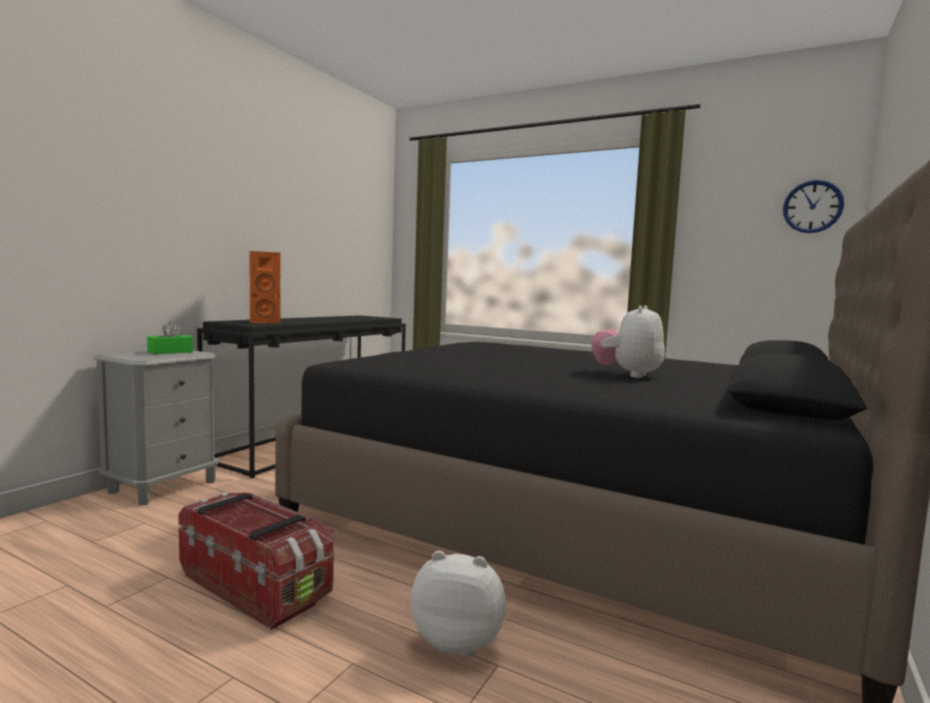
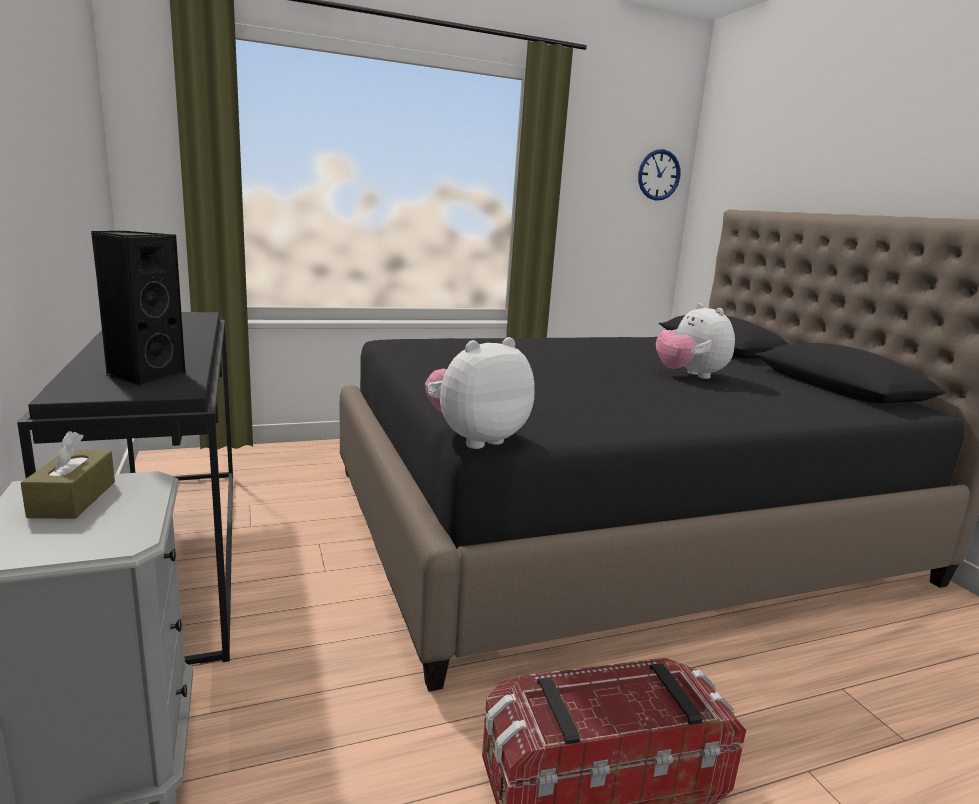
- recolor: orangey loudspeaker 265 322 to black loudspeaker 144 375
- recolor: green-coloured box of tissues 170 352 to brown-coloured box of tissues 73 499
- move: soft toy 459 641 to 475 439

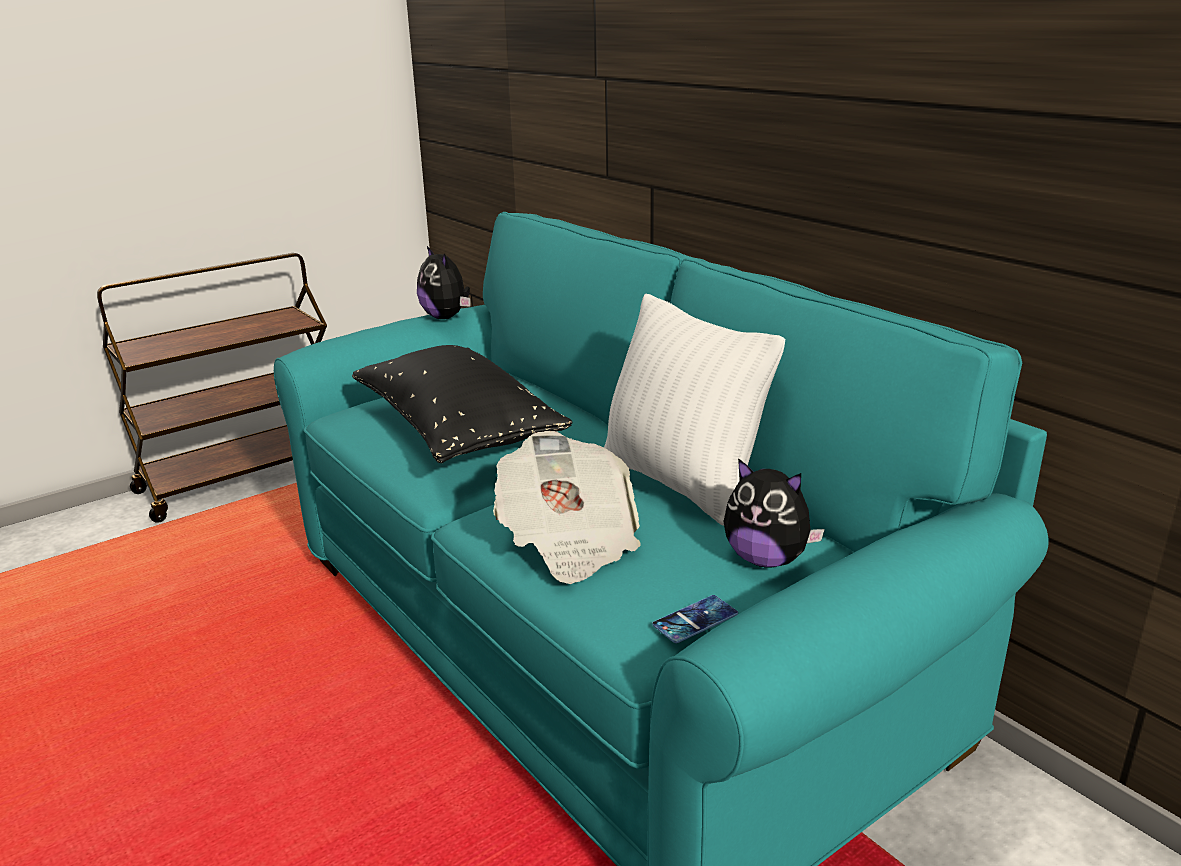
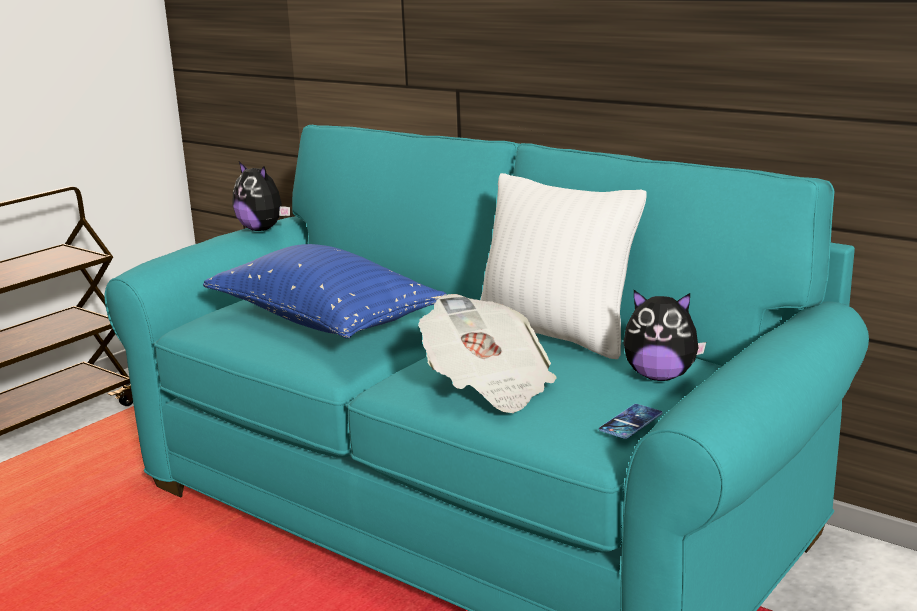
- recolor: black pillow 457 431 to bluish pillow 324 322

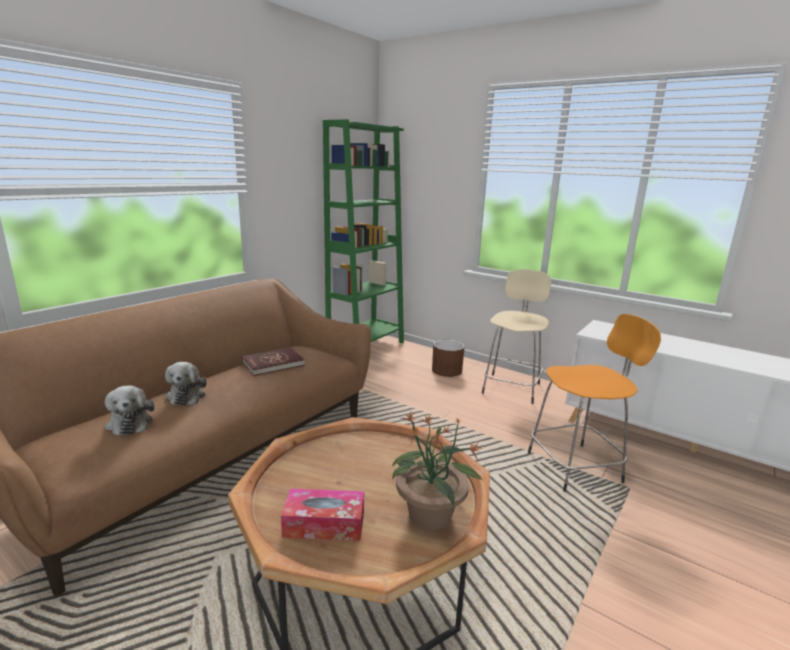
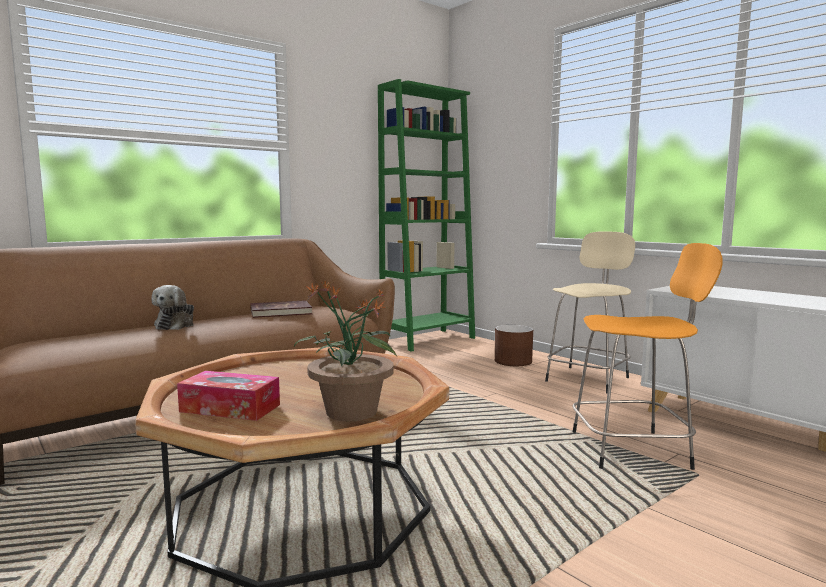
- delete: soft toy 130 422

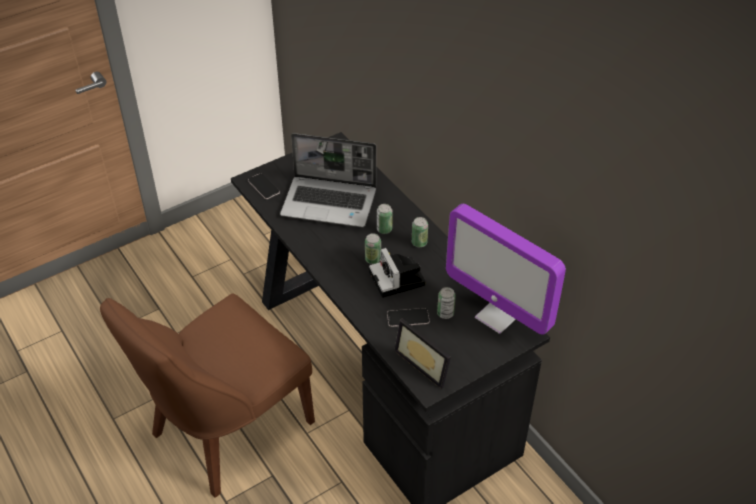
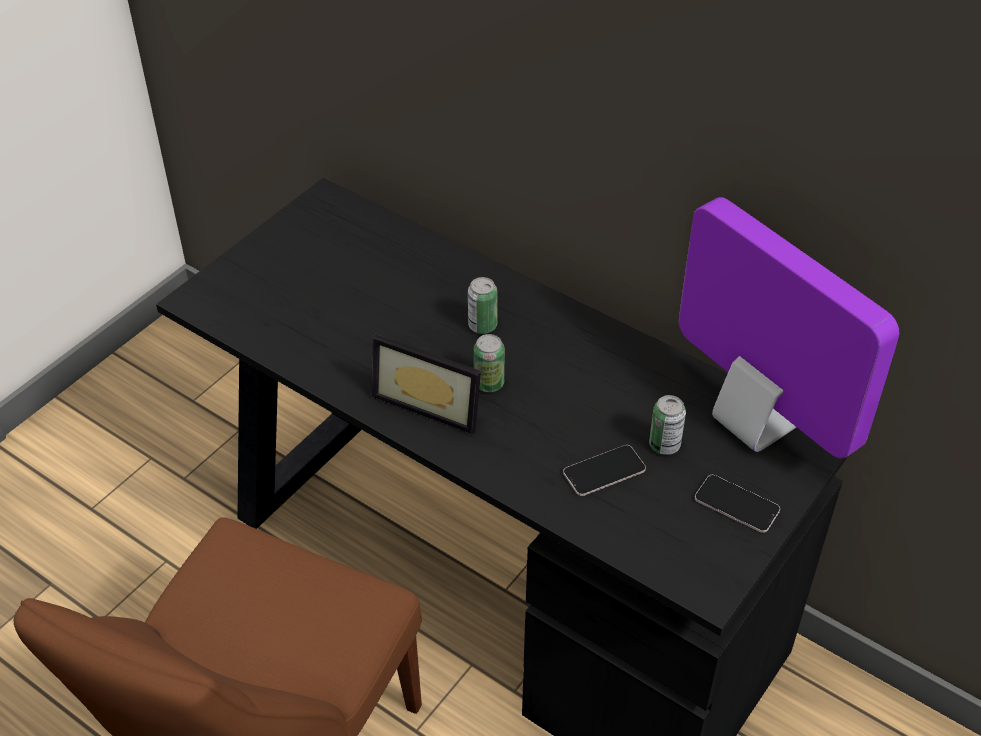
- delete: laptop 330 202
- move: telephone 263 186 to 736 504
- rotate: computer display 498 316 = 754 424 150 degrees counterclockwise
- delete: can 419 243
- delete: photo camera 398 280
- move: standing frame 425 362 to 431 401

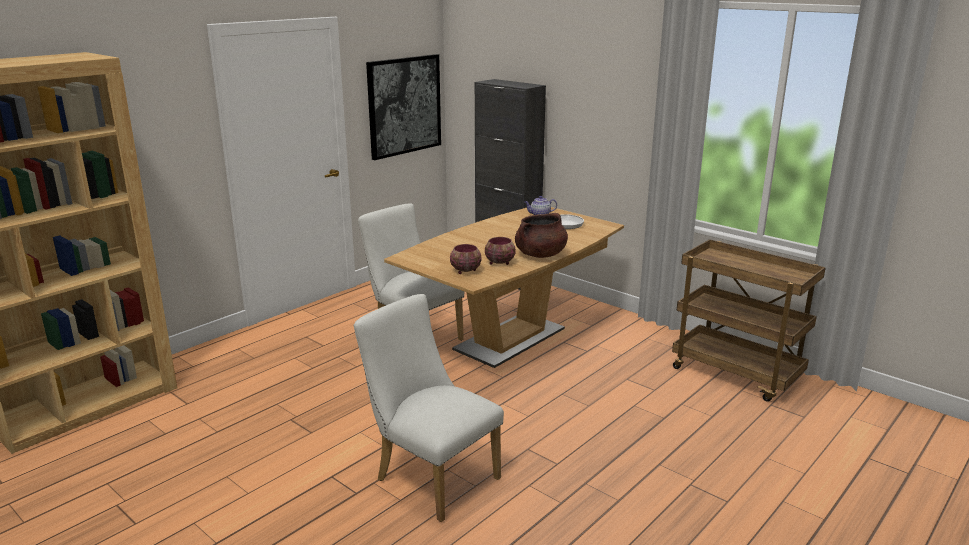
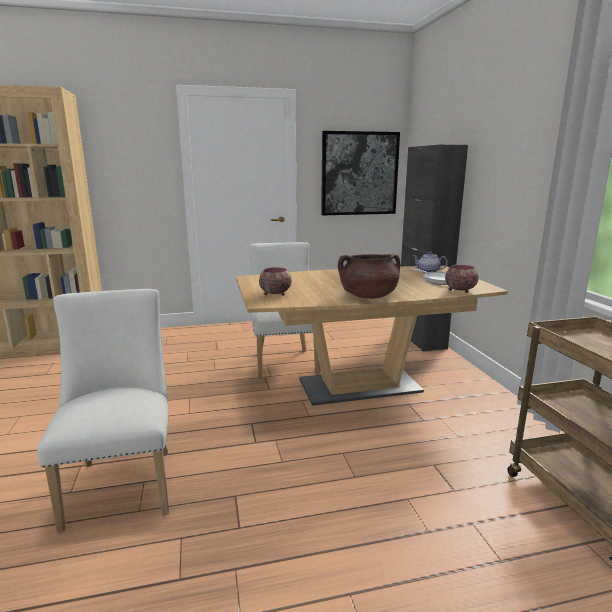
- move: bowl 499 262 to 460 290

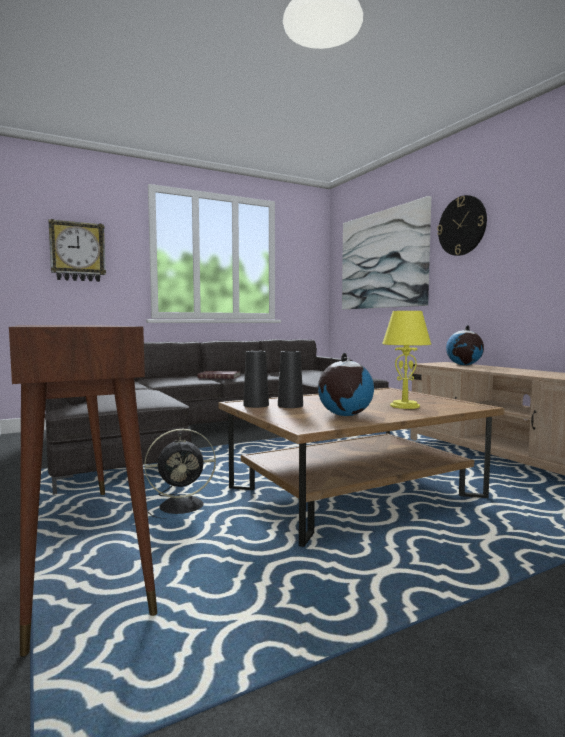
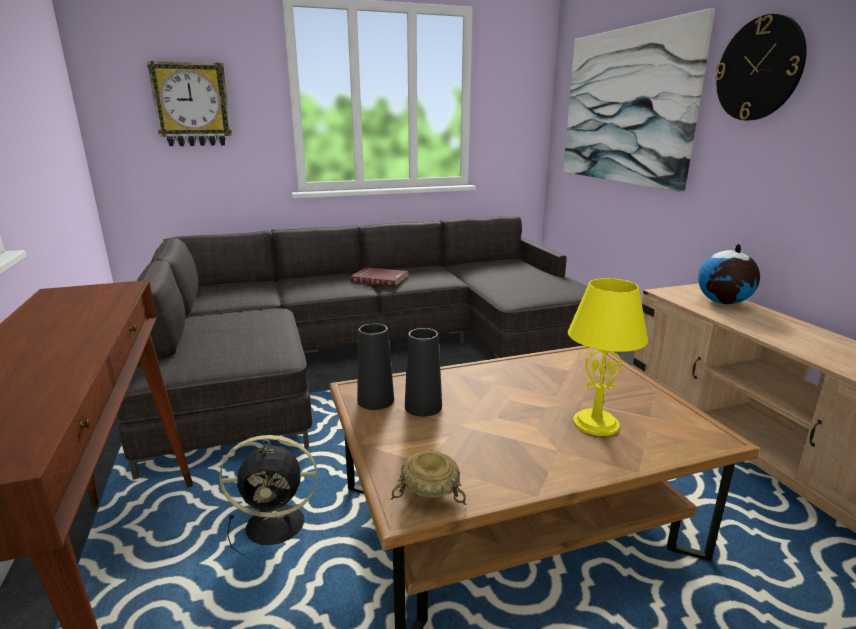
- delete: globe 344 415
- insert: beige bowl 428 491

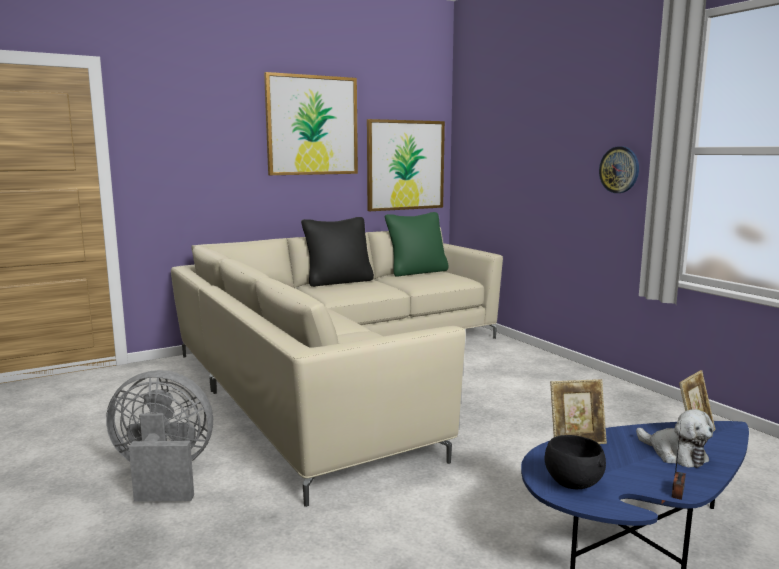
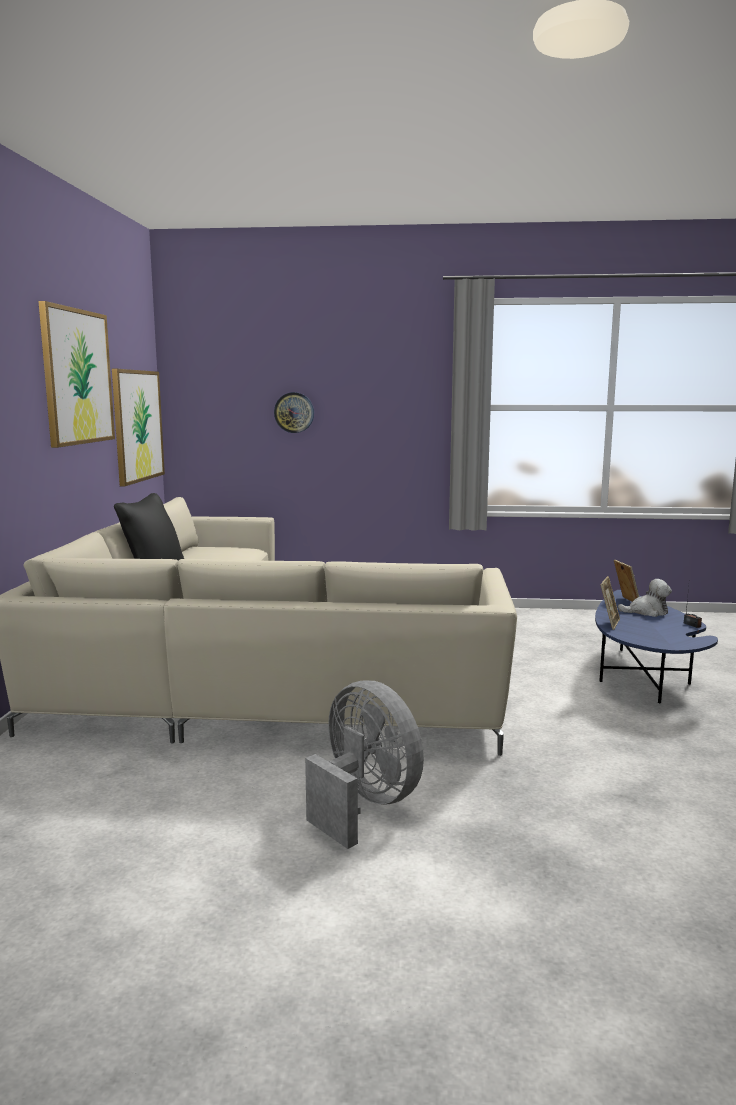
- move: hanging clock 619 169 to 294 412
- delete: green-coloured pillow 417 272
- rotate: grey electric fan 163 475 = 364 805 105 degrees clockwise
- delete: black bowl 572 483

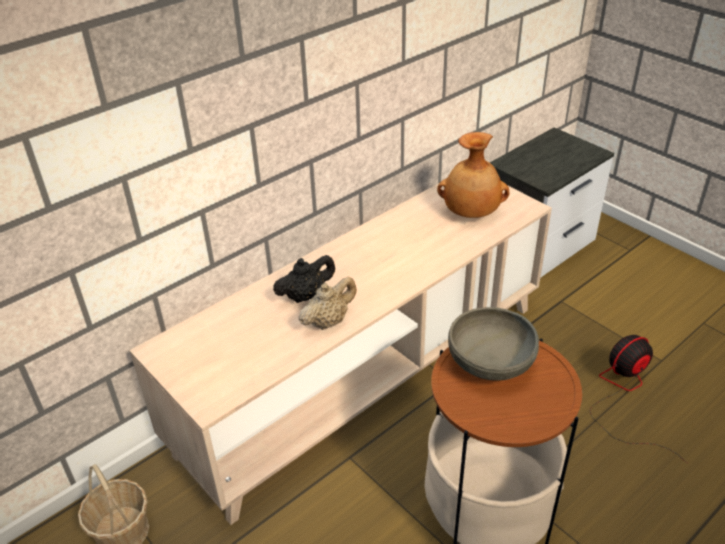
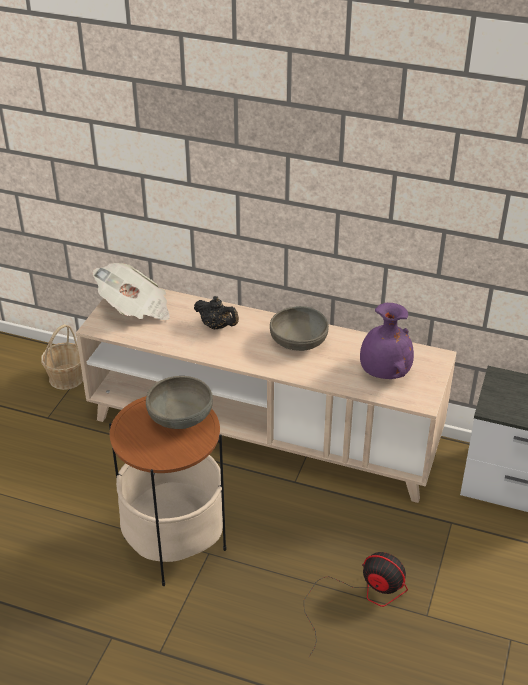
- recolor: brown-coloured vase 471 213 to purple vase 384 372
- delete: beige tea pot 328 321
- insert: daily paper 135 309
- insert: grey bowl 298 342

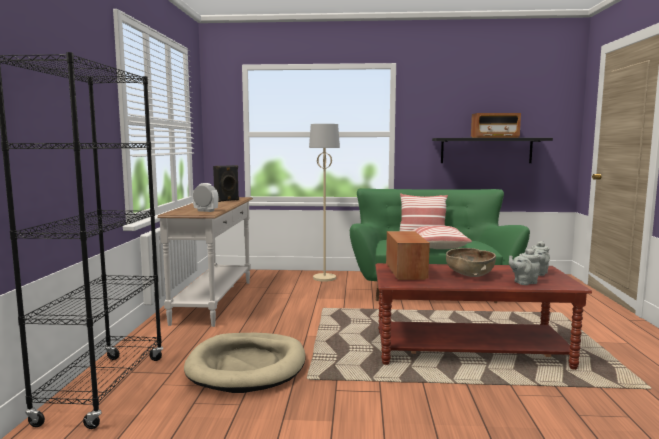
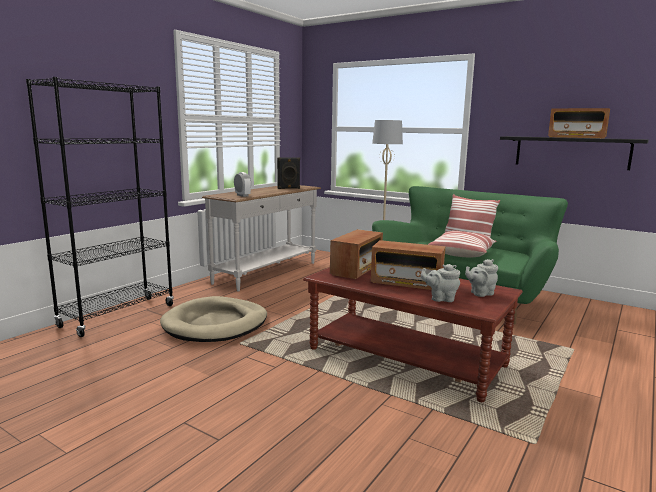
- replace: brown-coloured bowl 470 275 to radio 406 282

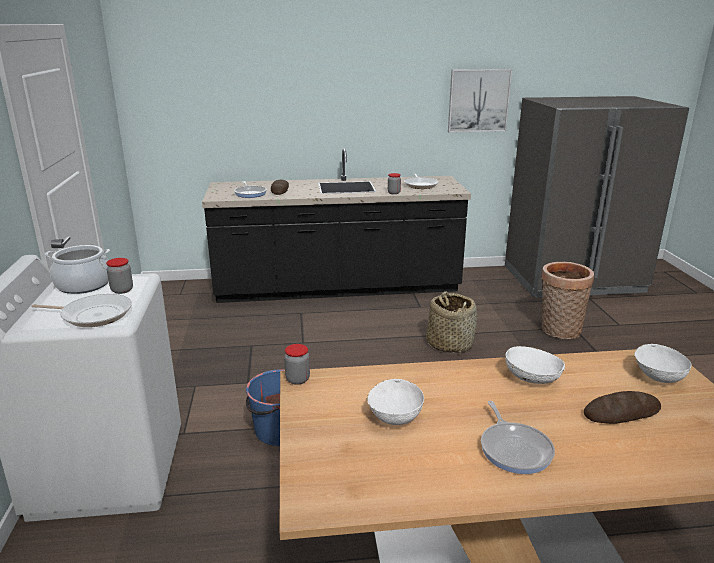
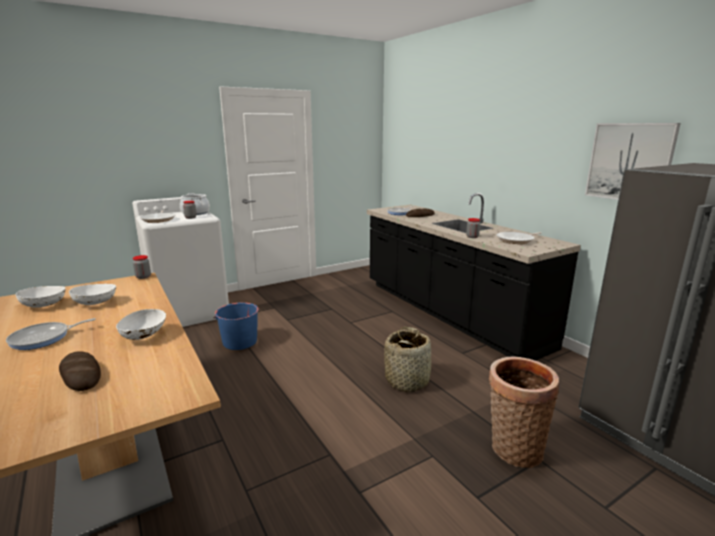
- move: white-coloured bowl 657 376 to 44 305

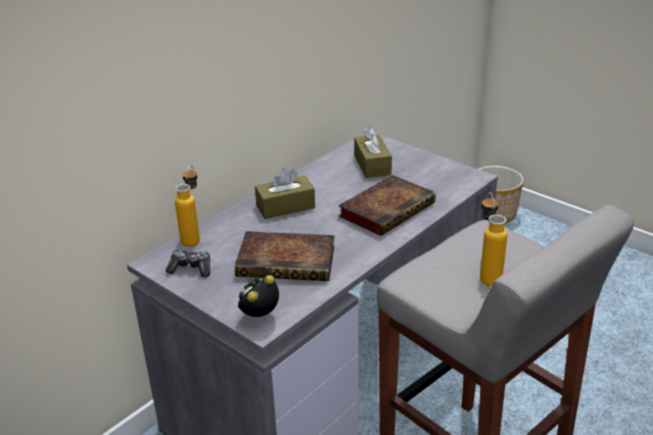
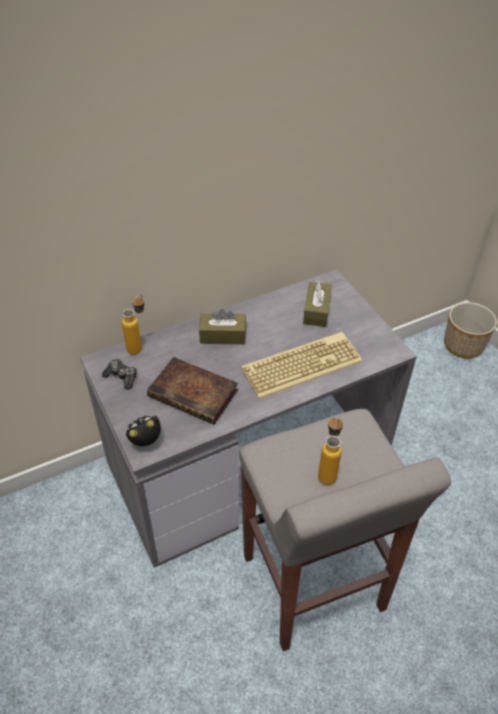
- replace: bound book 387 209 to keyboard 302 364

